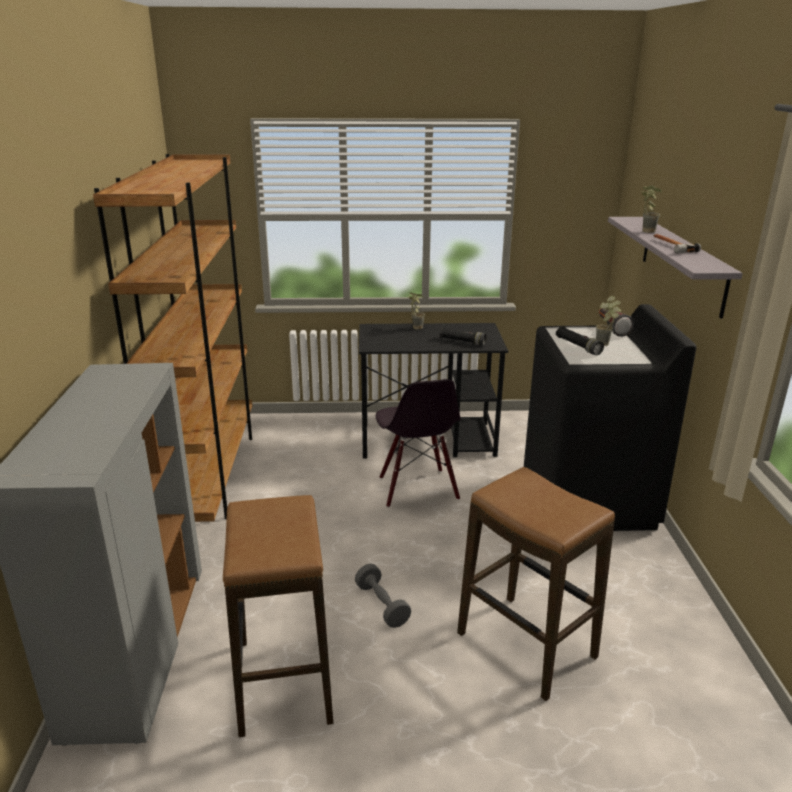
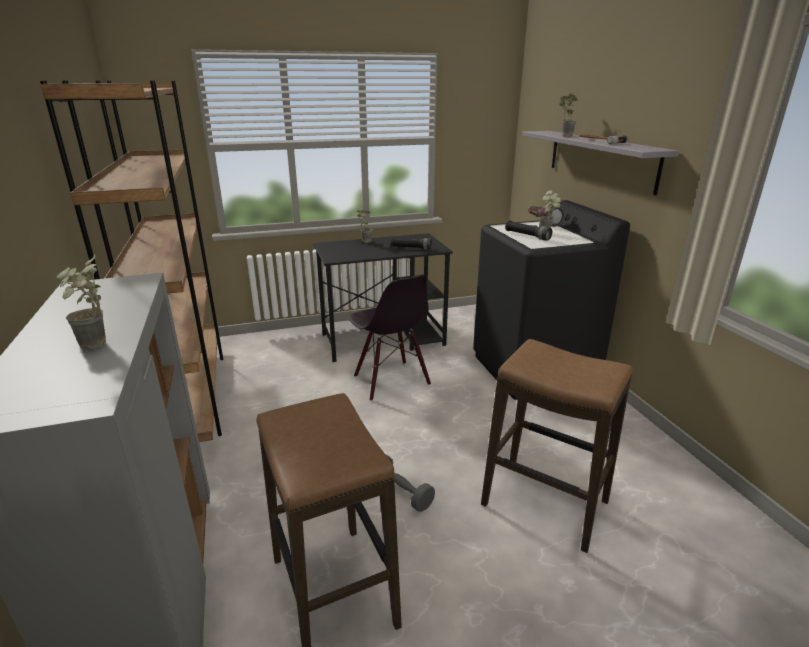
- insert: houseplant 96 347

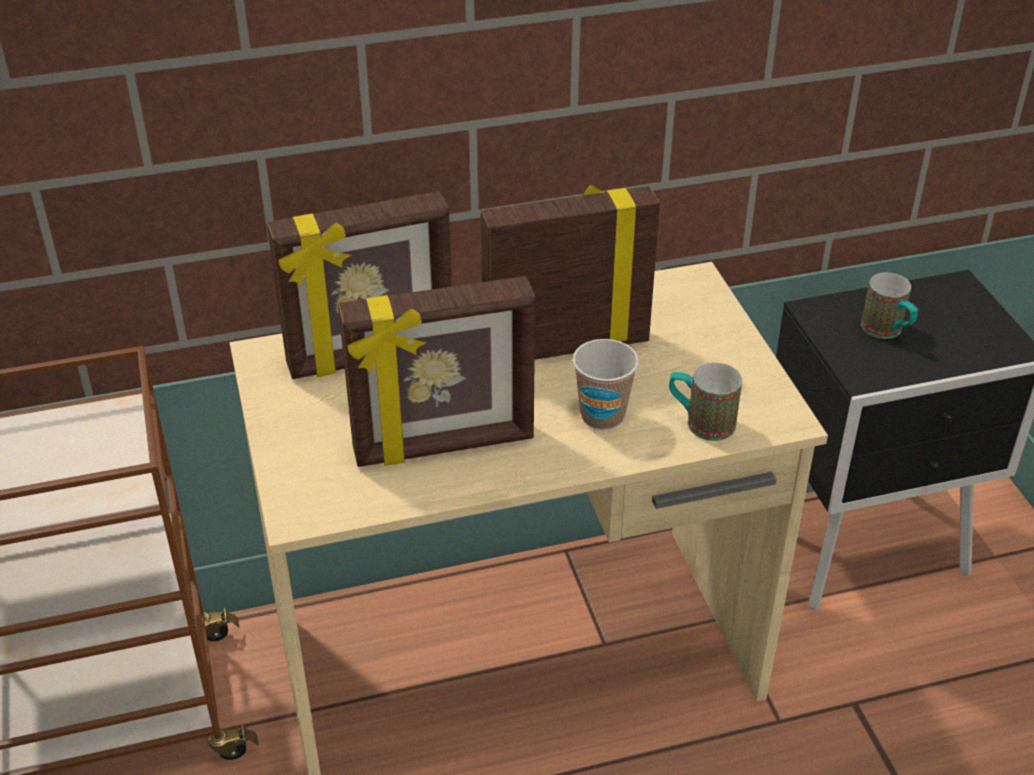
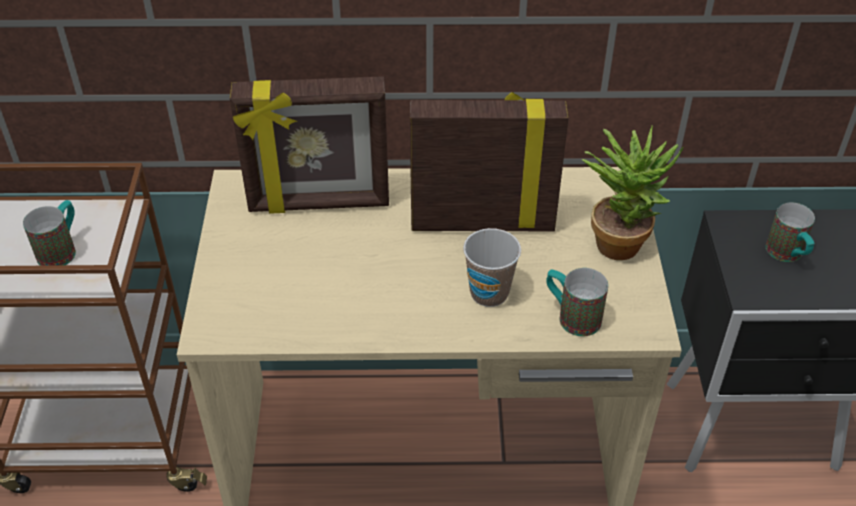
- delete: standing frame 444 446
- insert: houseplant 621 239
- insert: coffee mug 62 249

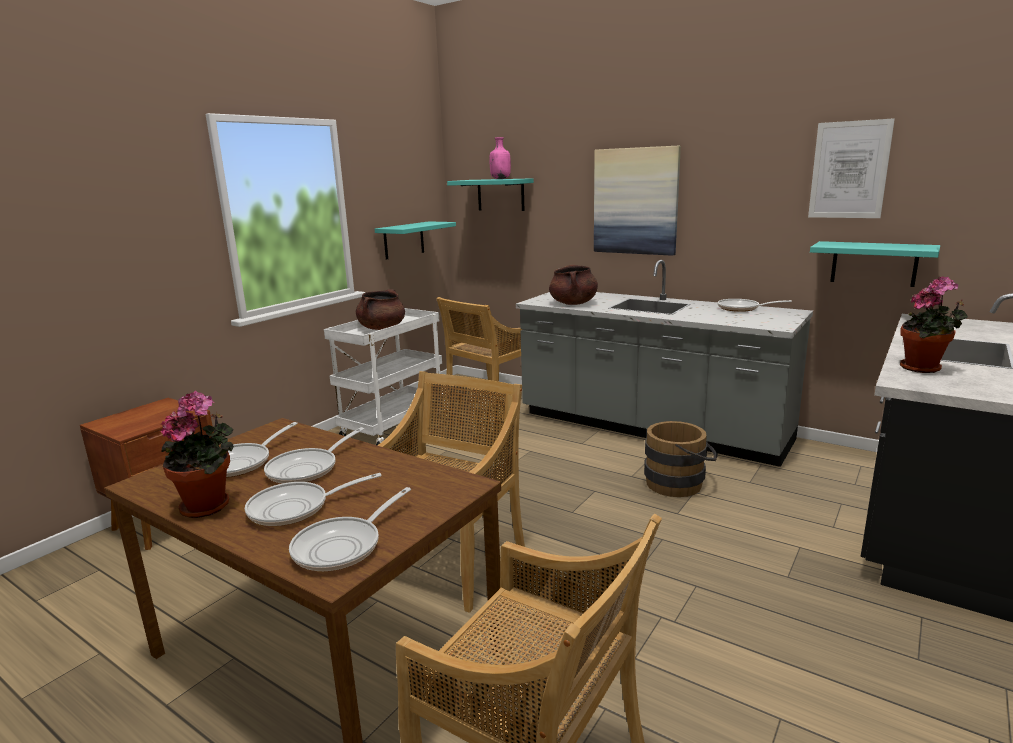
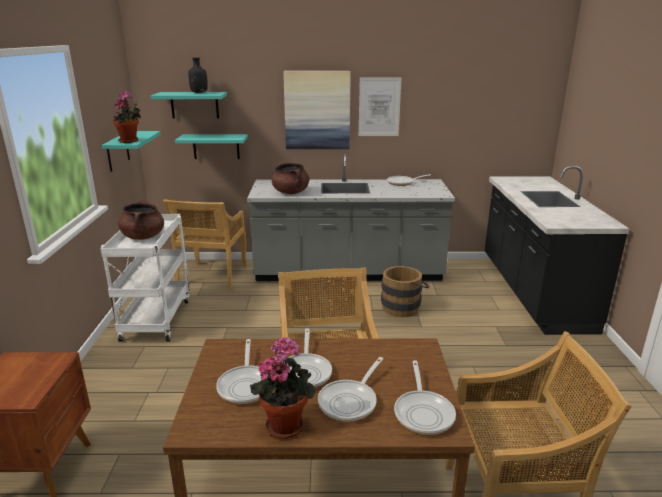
- move: wall art 849 170 to 379 107
- recolor: pink drink bottle 500 179 to black drink bottle 199 92
- move: blue-green wall shelf 874 263 to 216 146
- move: houseplant 924 369 to 130 141

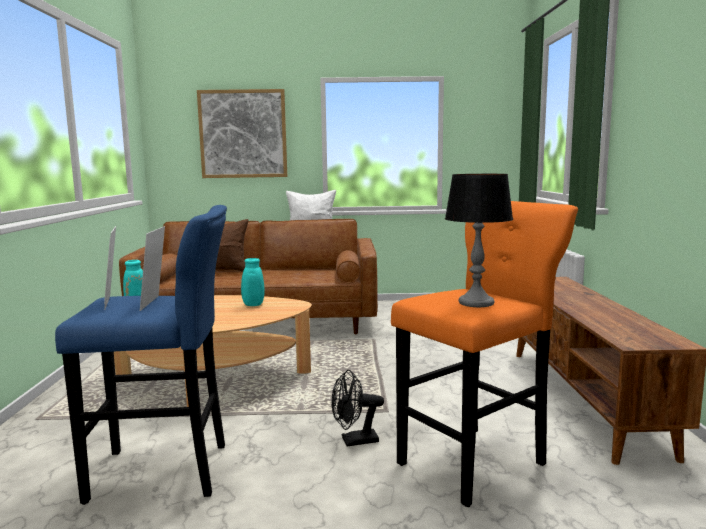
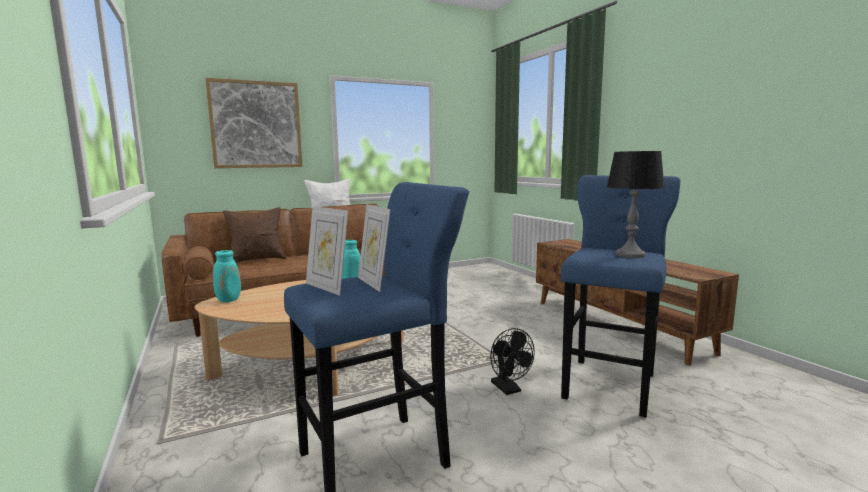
- recolor: orangey stool seat 476 461 to bluish stool seat 610 383
- rotate: black electric fan 354 441 = 509 389 75 degrees counterclockwise

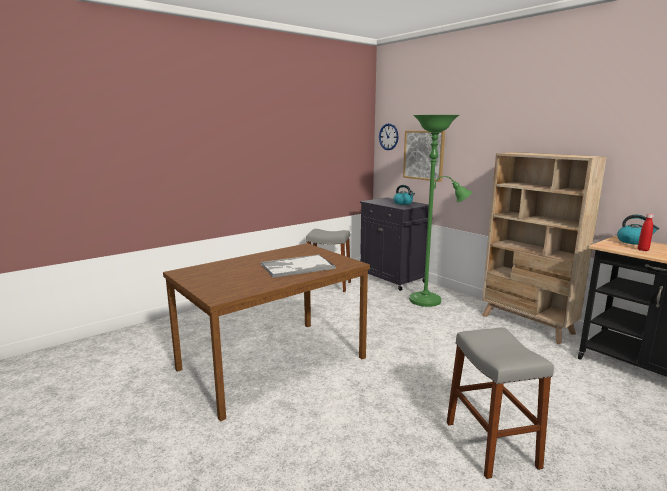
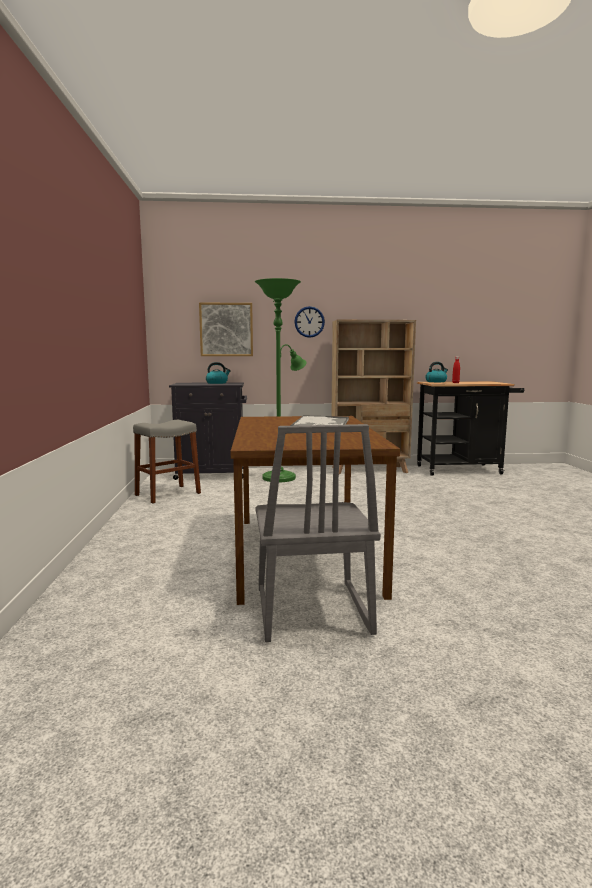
- move: hanging clock 388 136 to 309 322
- delete: grey stool seat 491 444
- insert: grey upright chair 310 611

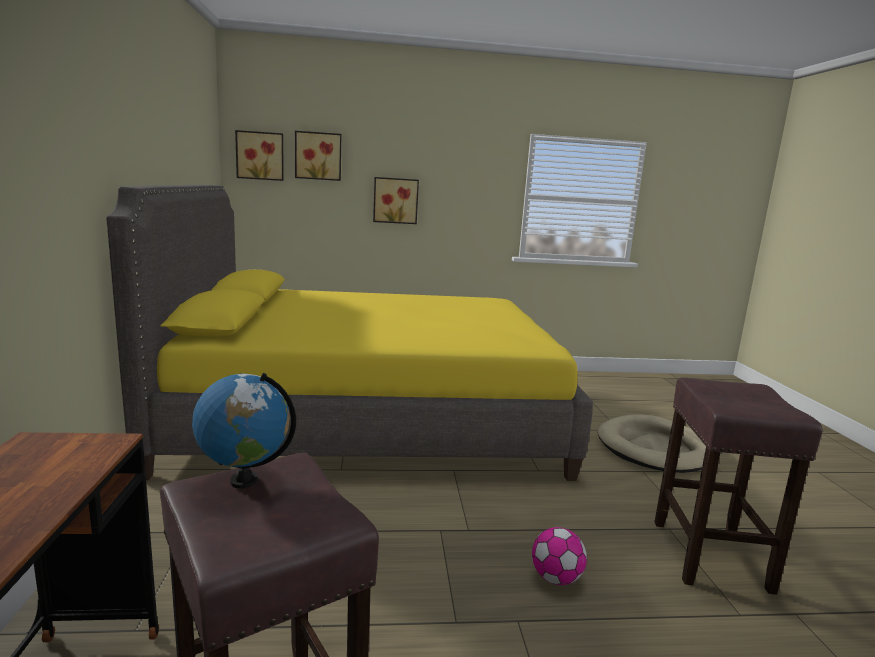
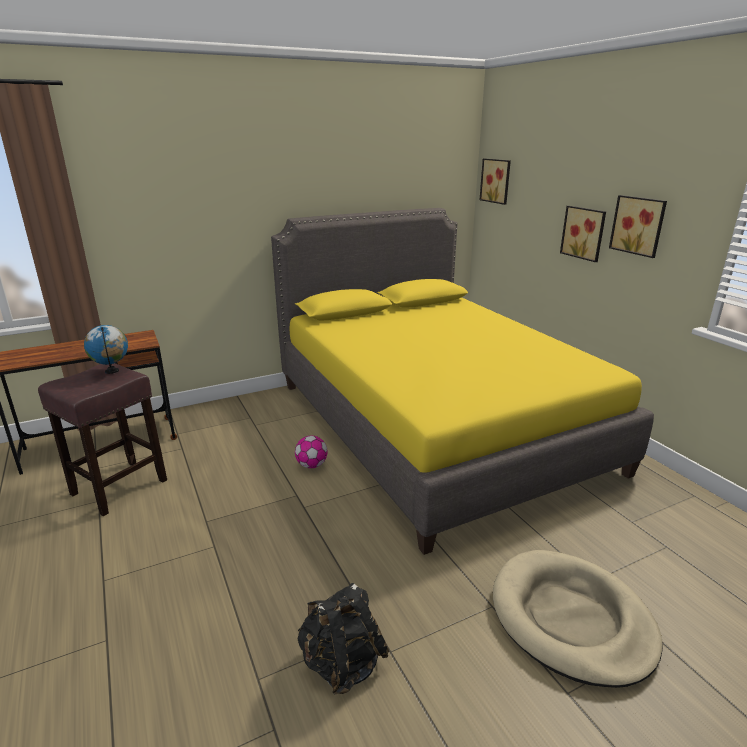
- move: wall art 318 156 to 639 225
- replace: brown-coloured stool seat 711 557 to black backpack 342 663
- move: ball for football 556 578 to 311 465

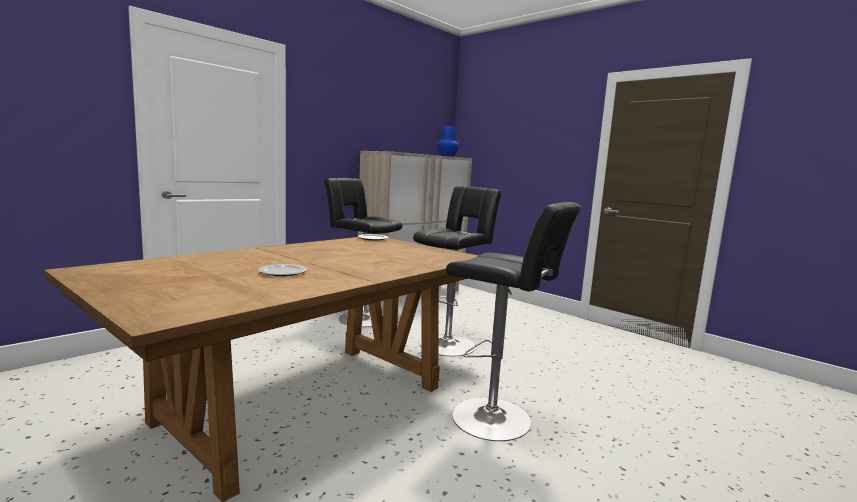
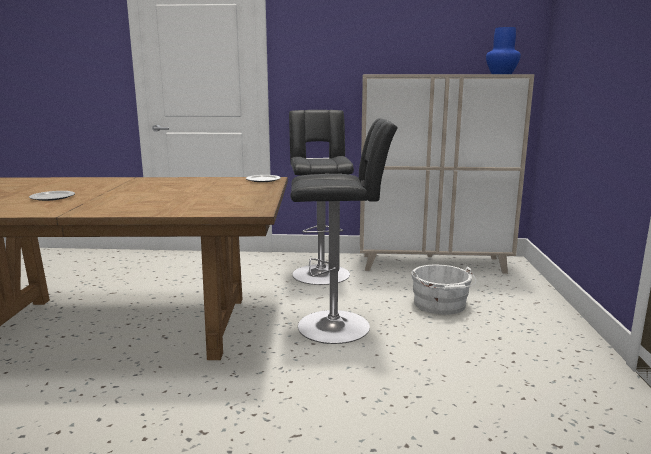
- delete: black stool seat 497 420
- insert: white-coloured bucket 441 305

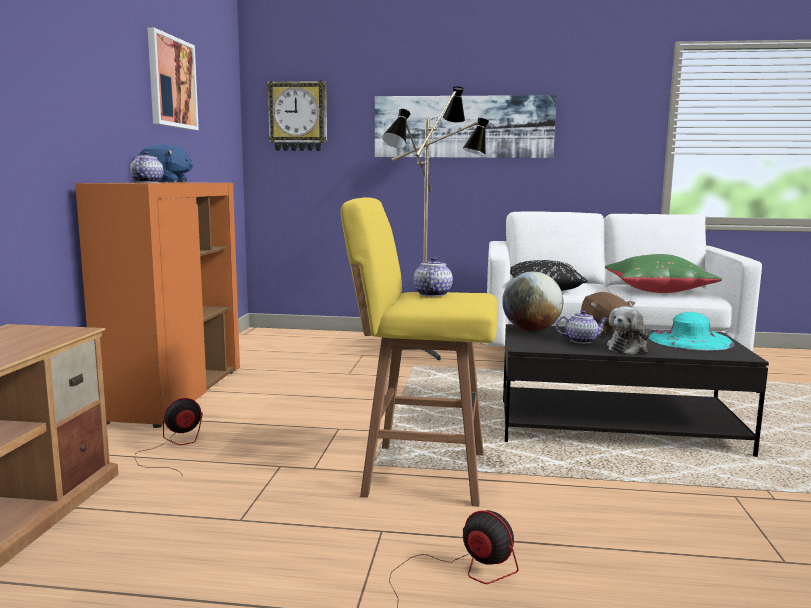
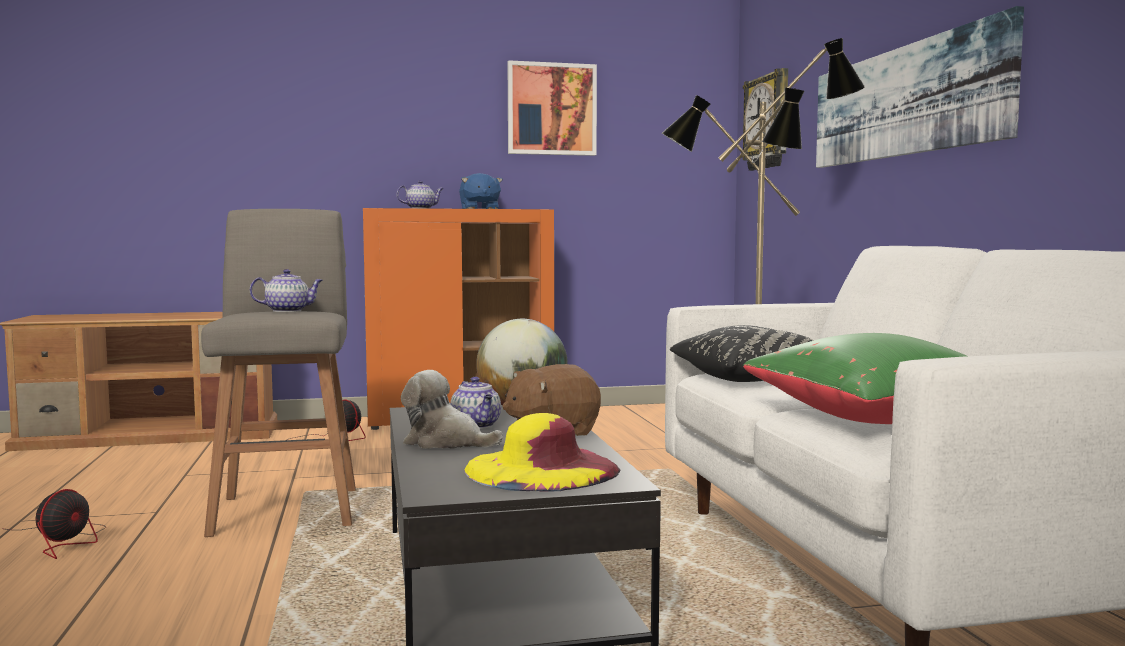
- recolor: yellow stool seat 420 473 to grey stool seat 287 510
- recolor: blue-green clothing hat 690 340 to yellow clothing hat 542 469

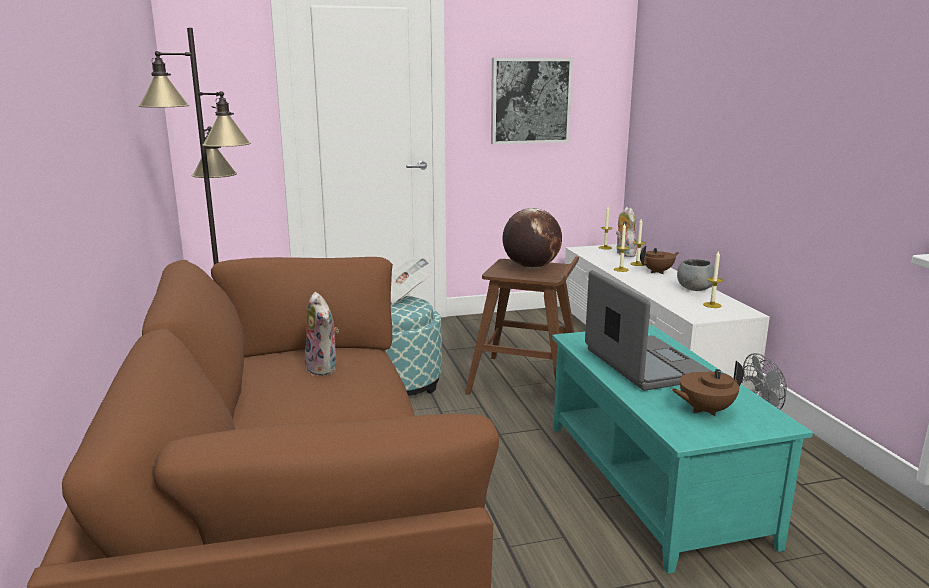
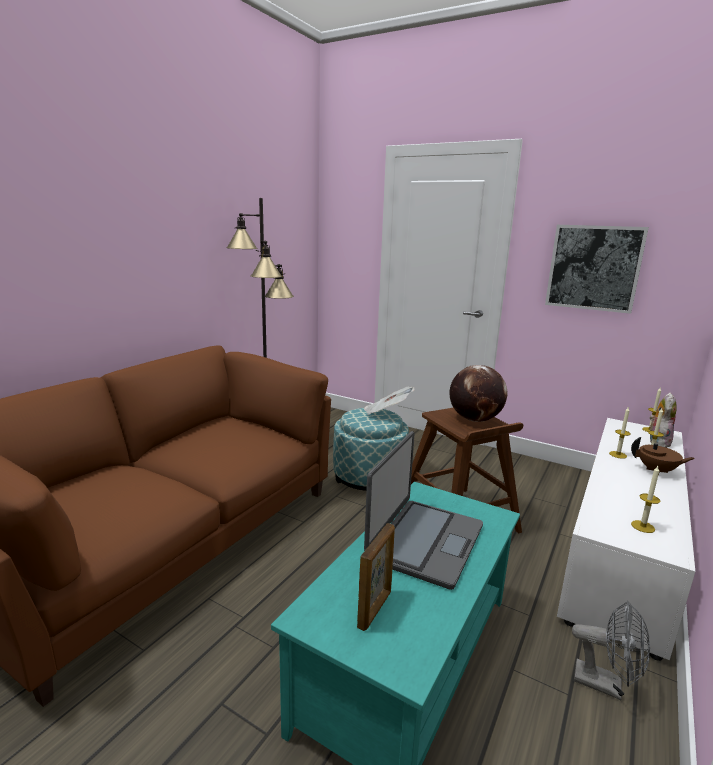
- delete: grey bowl 694 289
- delete: soft toy 324 368
- replace: brown-coloured tea pot 704 410 to standing frame 375 609

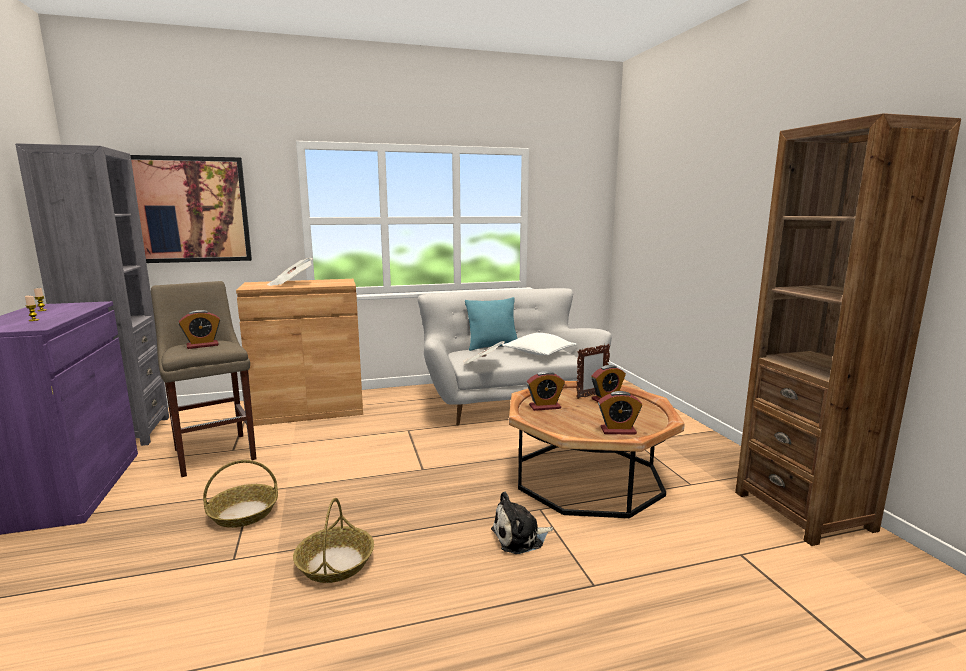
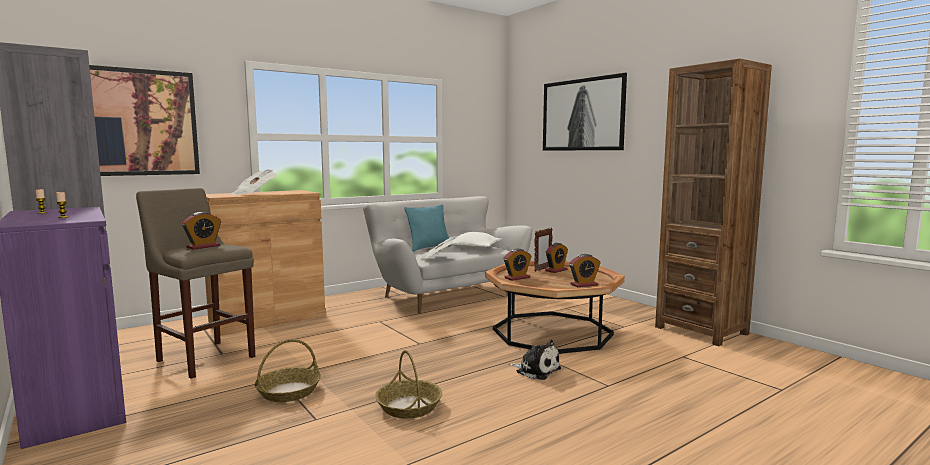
- rotate: soft toy 520 537 = 536 370 105 degrees counterclockwise
- insert: wall art 583 115

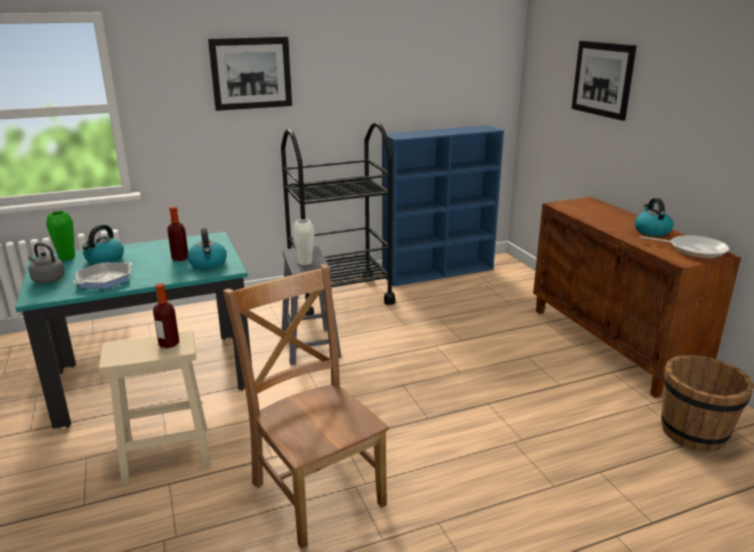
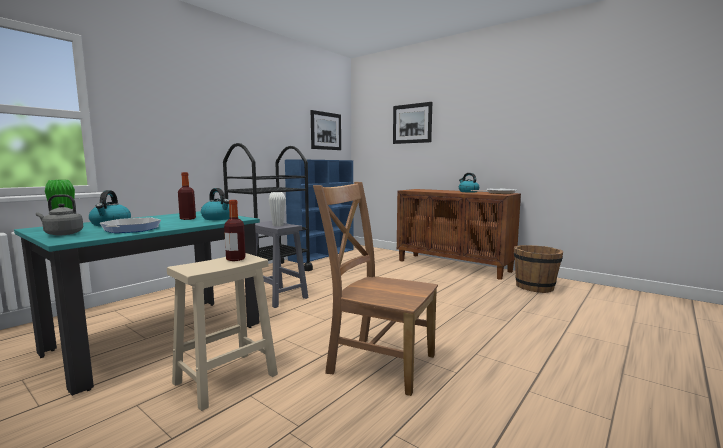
- move: wall art 251 73 to 326 131

